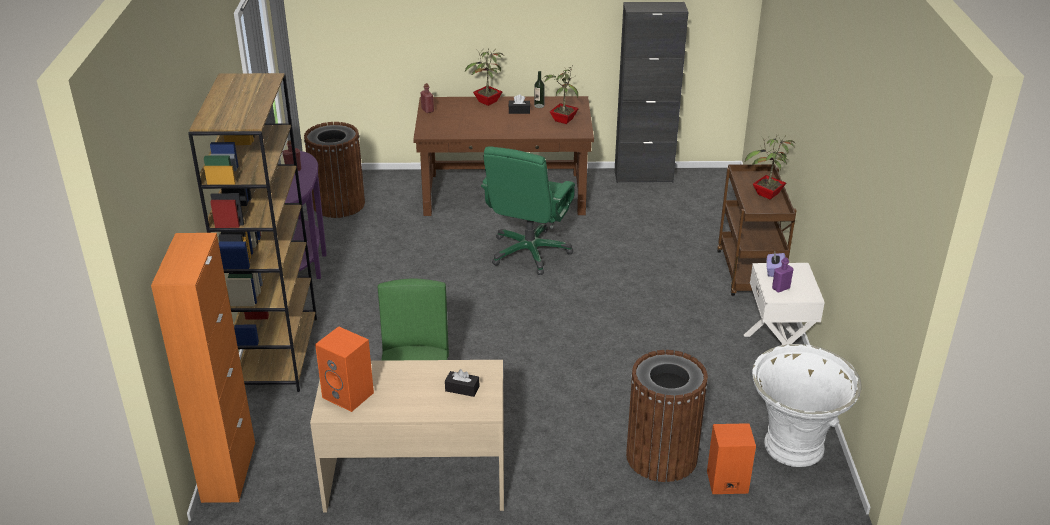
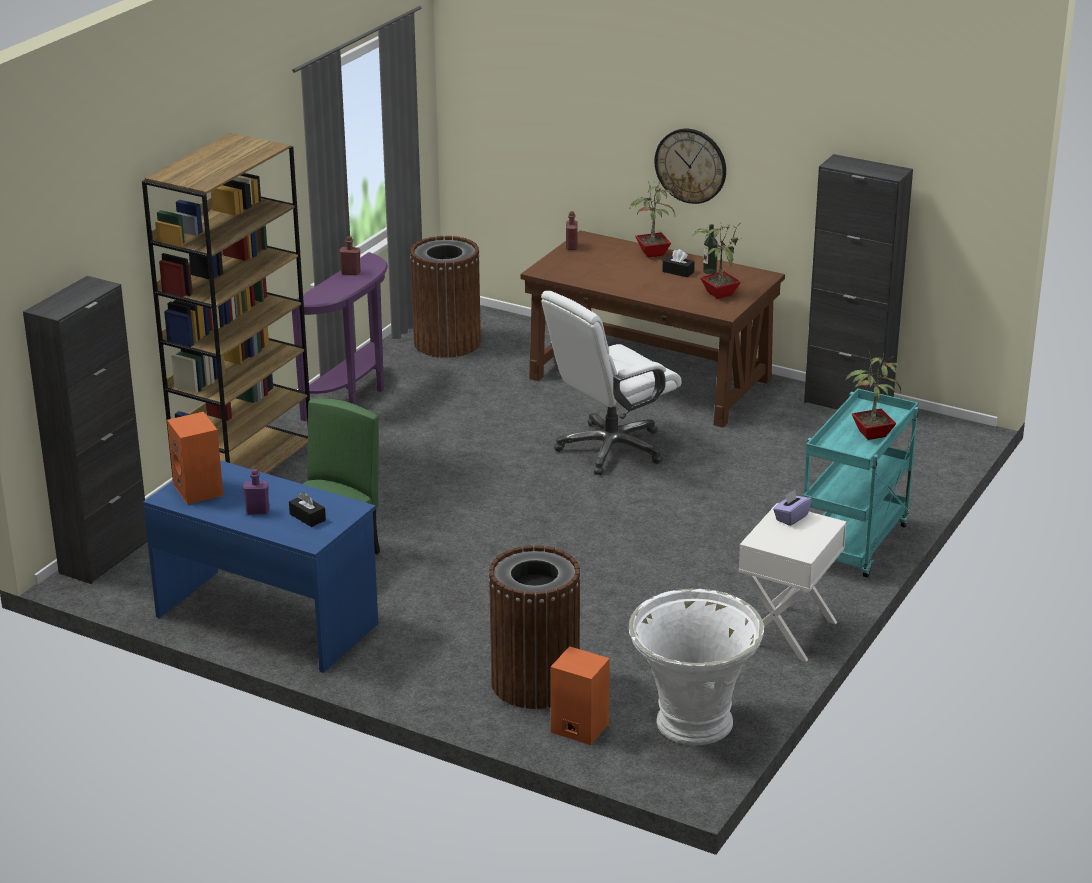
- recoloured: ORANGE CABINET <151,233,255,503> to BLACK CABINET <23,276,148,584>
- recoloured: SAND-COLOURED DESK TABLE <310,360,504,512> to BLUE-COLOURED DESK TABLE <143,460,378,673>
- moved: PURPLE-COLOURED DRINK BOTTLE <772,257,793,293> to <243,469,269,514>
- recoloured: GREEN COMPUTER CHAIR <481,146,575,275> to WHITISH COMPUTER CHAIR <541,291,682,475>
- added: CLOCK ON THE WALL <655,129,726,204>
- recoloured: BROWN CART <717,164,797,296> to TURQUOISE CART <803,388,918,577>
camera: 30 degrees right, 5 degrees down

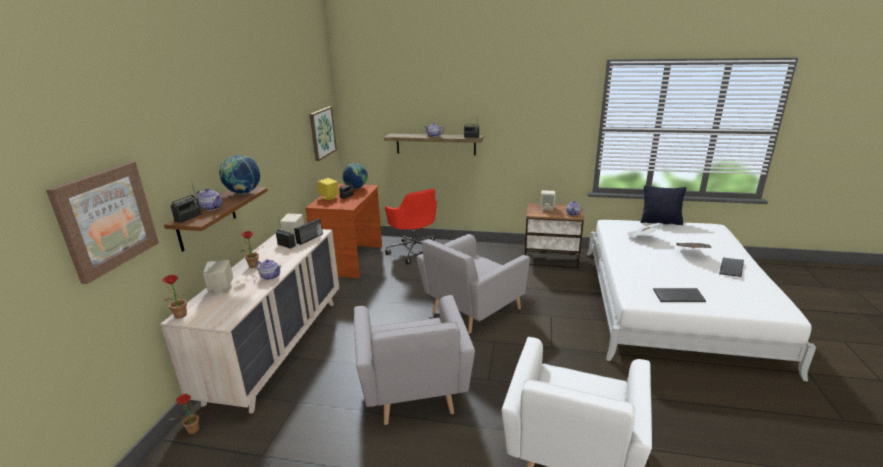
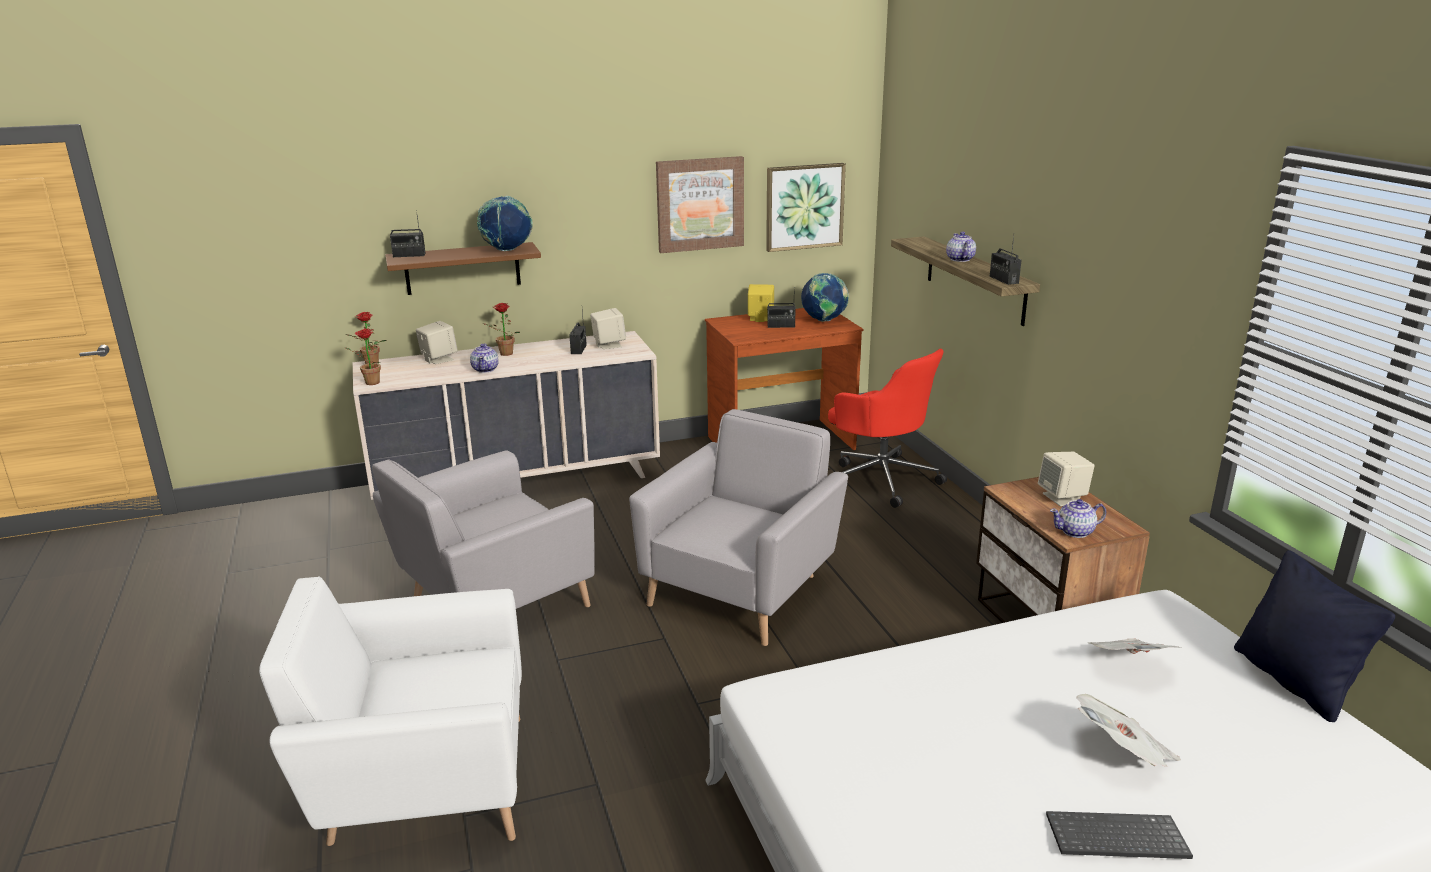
- moved: HOUSEPLANT <169,394,204,434> to <345,329,381,385>
- turned: GREYISH ARMCHAIR <417,234,530,333> = <629,409,848,646> 105 degrees clockwise
- moved: WALL PICTURE <46,162,159,284> to <656,156,744,253>
- turned: REDDISH COMPUTER CHAIR <385,188,437,264> = <828,349,947,508> 75 degrees counterclockwise
- removed: POT FOR TEA <196,188,222,211>
- removed: RADIO <294,219,323,245>
- removed: KEYBOARD <653,288,706,302>
camera: 60 degrees right, 0 degrees up

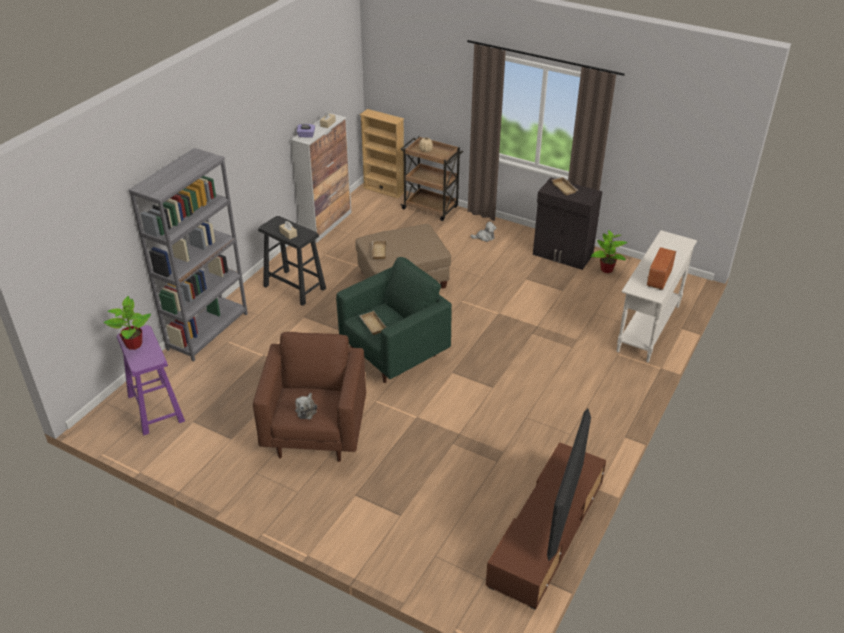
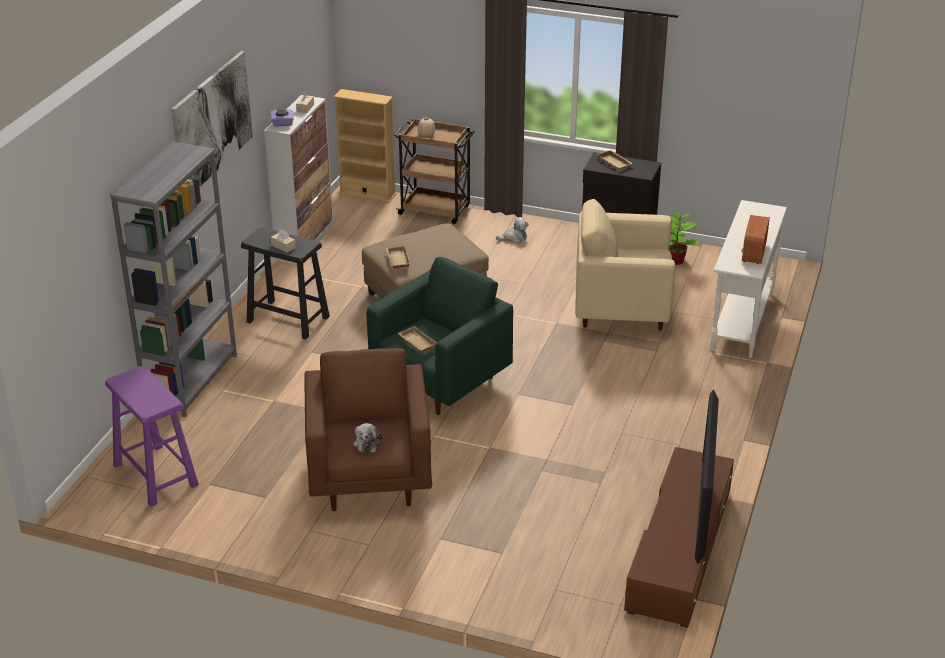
- added: WALL PICTURE <171,51,253,187>
- added: SAND-COLOURED ARMCHAIR <575,199,675,331>
- removed: HOUSEPLANT <104,296,151,350>
camera: 10 degrees left, 5 degrees down

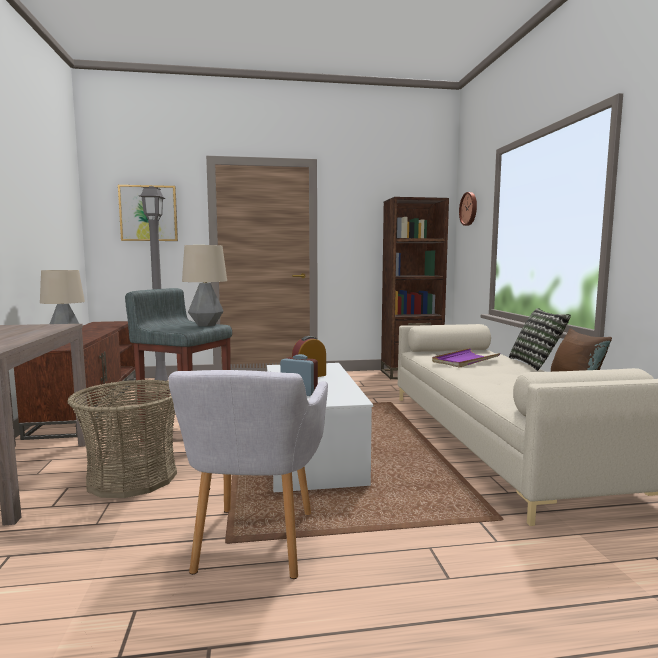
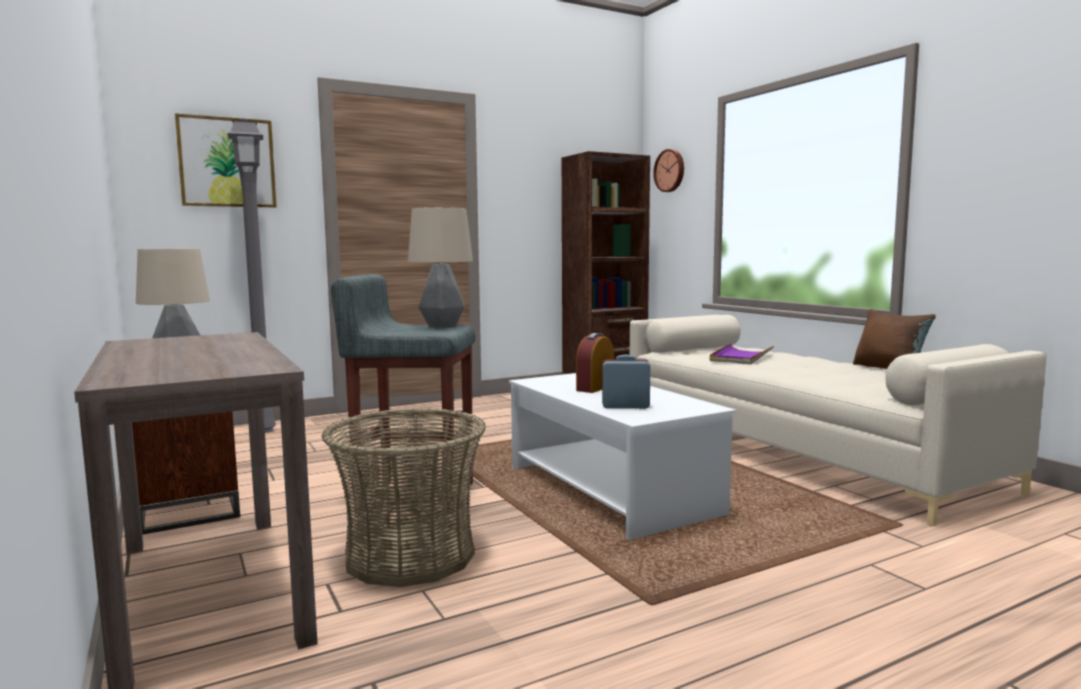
- removed: GREYISH ARMCHAIR <168,370,328,579>
- removed: THROW PILLOW <509,308,571,371>
camera: 20 degrees left, 0 degrees up

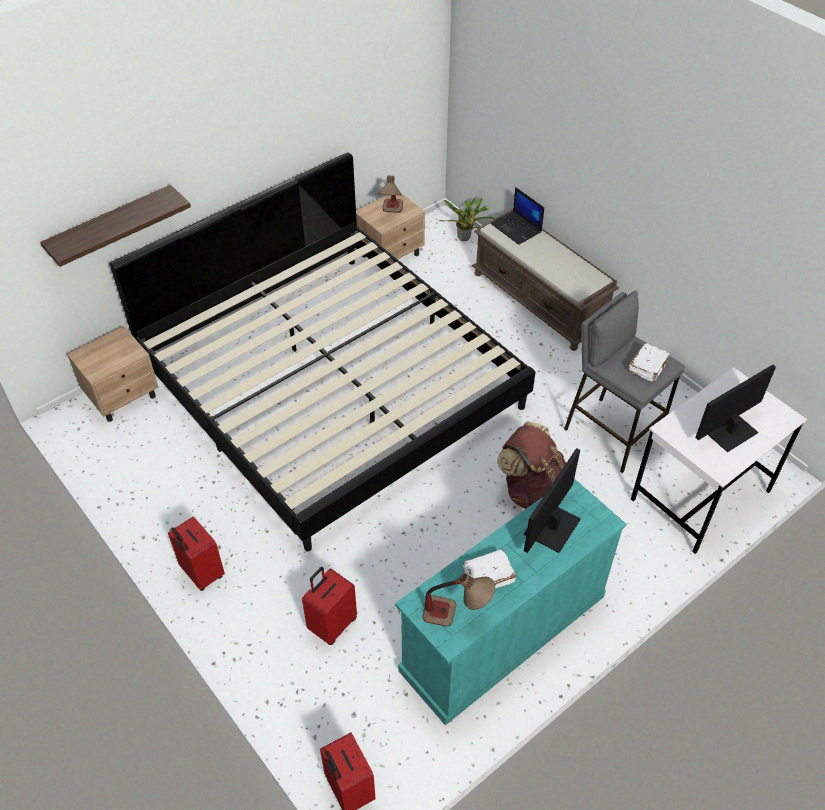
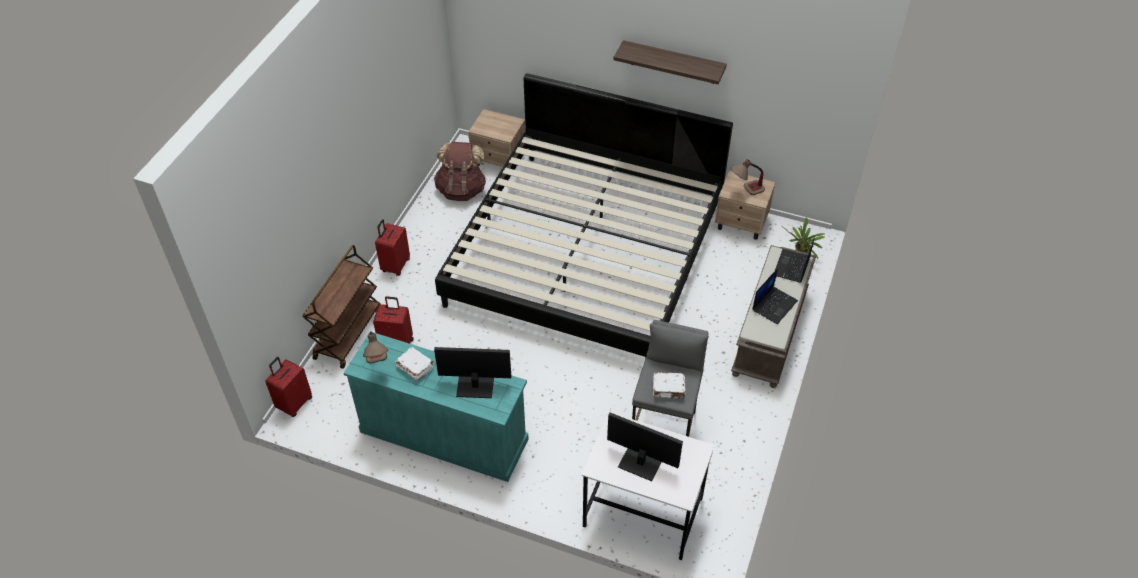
- added: BROWN CART <302,245,380,369>
- moved: BROWN BACKPACK <497,421,566,509> to <434,142,486,201>
- moved: SHELF <40,185,191,267> to <613,40,727,84>
- added: PORTABLE COMPUTER <752,268,798,324>
camera: 60 degrees right, 0 degrees up

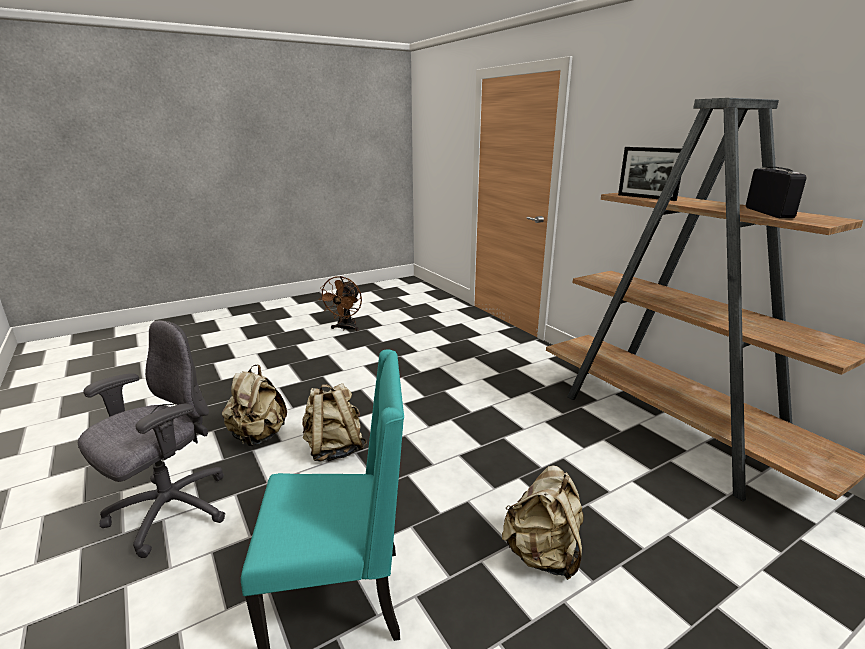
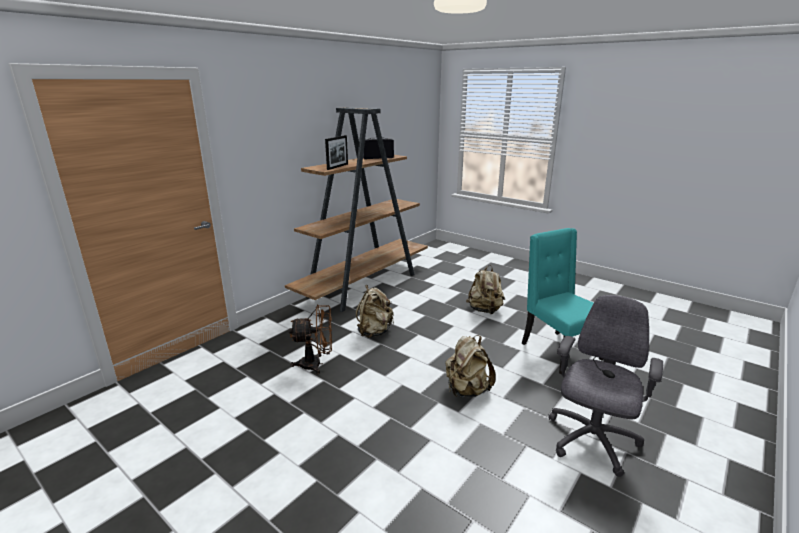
- moved: BROWN FAN <318,276,362,331> to <289,305,332,374>
- moved: SAND-COLOURED BACKPACK <222,364,287,446> to <356,285,394,338>
- turned: GREYISH COMPUTER CHAIR <78,320,225,558> = <548,295,663,477> 105 degrees clockwise
camera: 110 degrees left, 0 degrees up

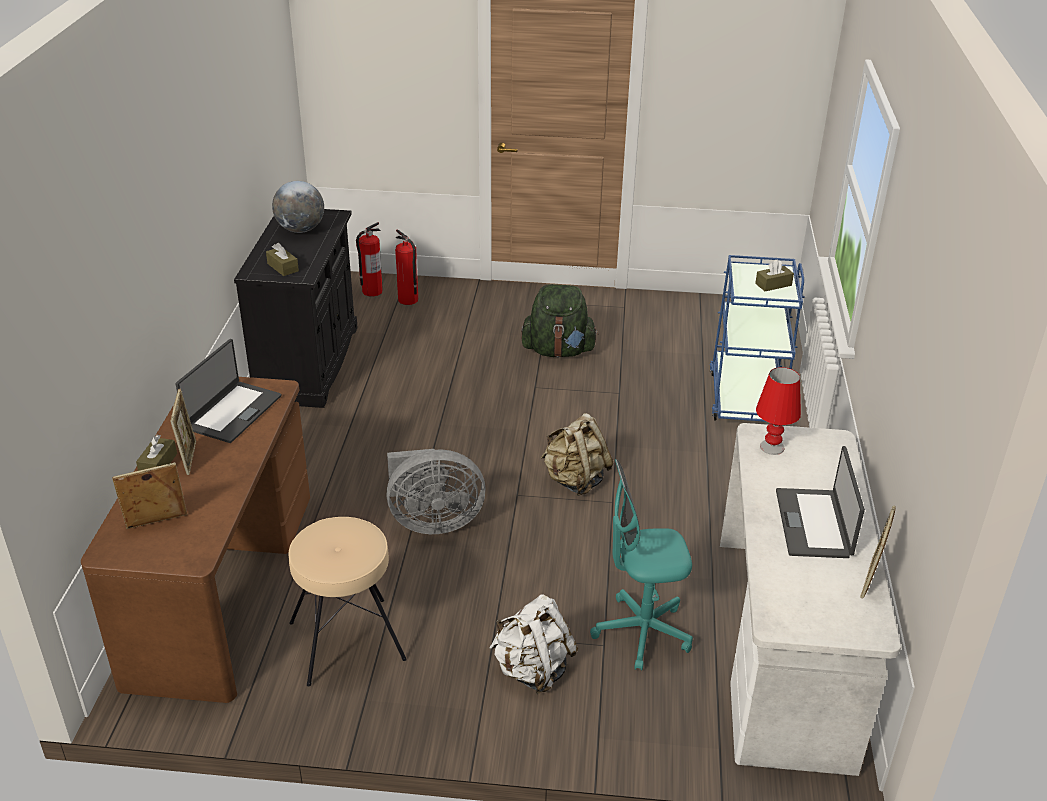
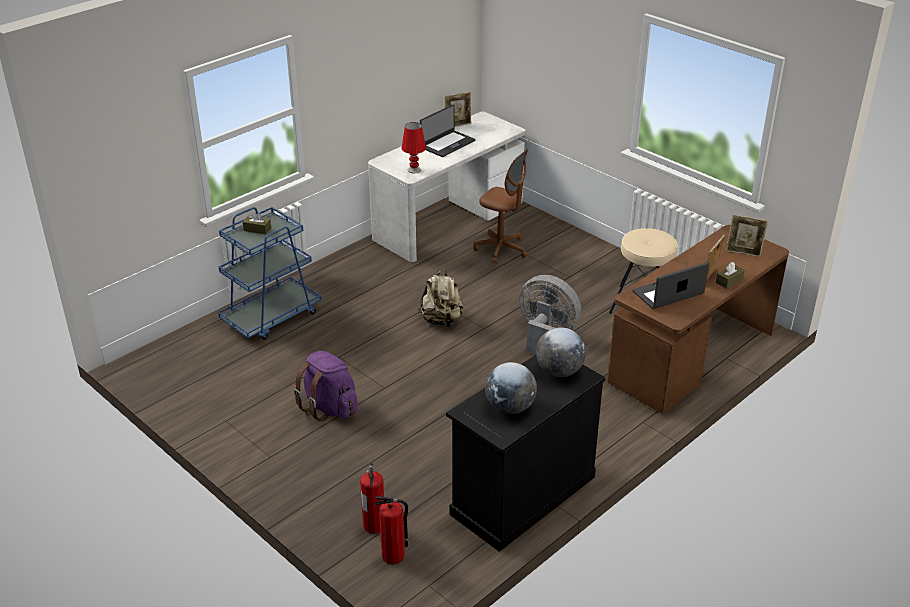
- recoloured: GREEN BACKPACK <521,284,598,358> to PURPLE-COLOURED BACKPACK <294,351,358,422>
- recoloured: TURQUOISE COMPUTER CHAIR <590,459,693,670> to BROWN COMPUTER CHAIR <473,149,528,264>
- replaced: BROWN TISSUE HOLDER <266,243,299,276> to DESK GLOBE <536,327,586,377>
- removed: WHITISH BACKPACK <490,594,578,694>
camera: 140 degrees left, 0 degrees up

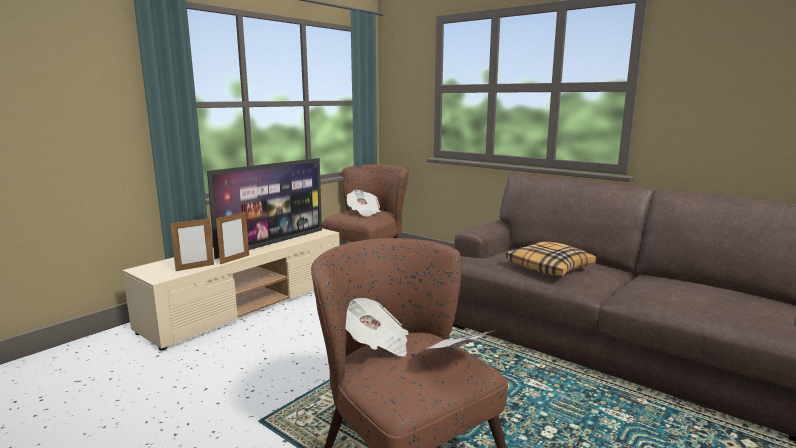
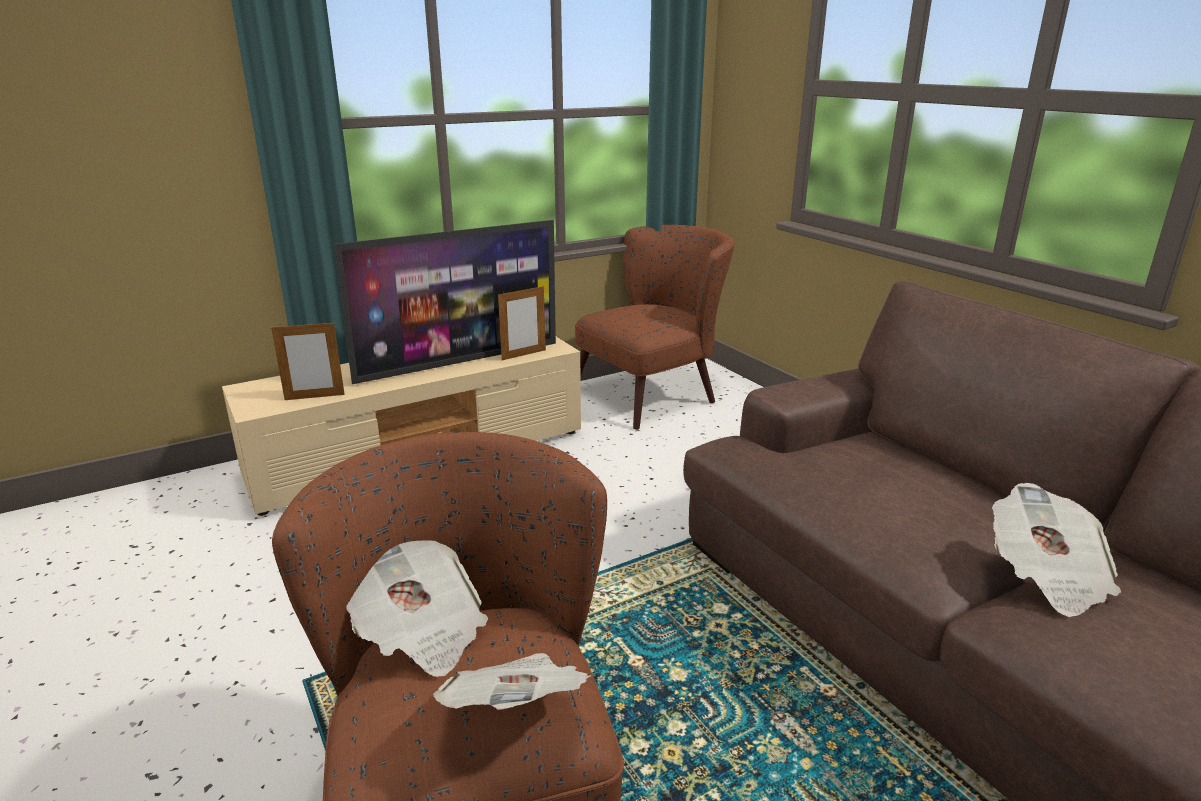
- moved: PHOTO FRAME <216,211,249,264> to <498,285,546,360>
- moved: DAILY PAPER <347,190,380,217> to <992,483,1121,617>
- removed: THROW PILLOW <506,242,597,276>
camera: 20 degrees right, 10 degrees up

